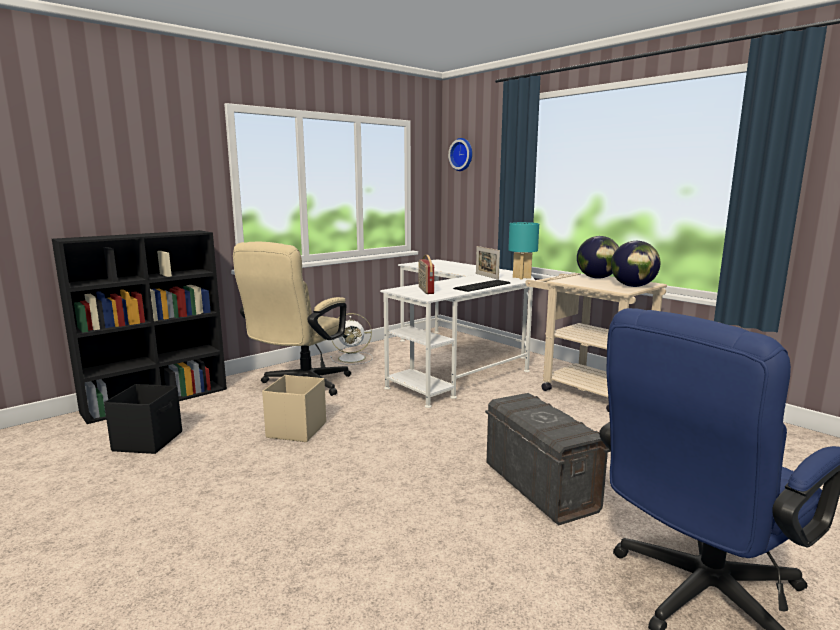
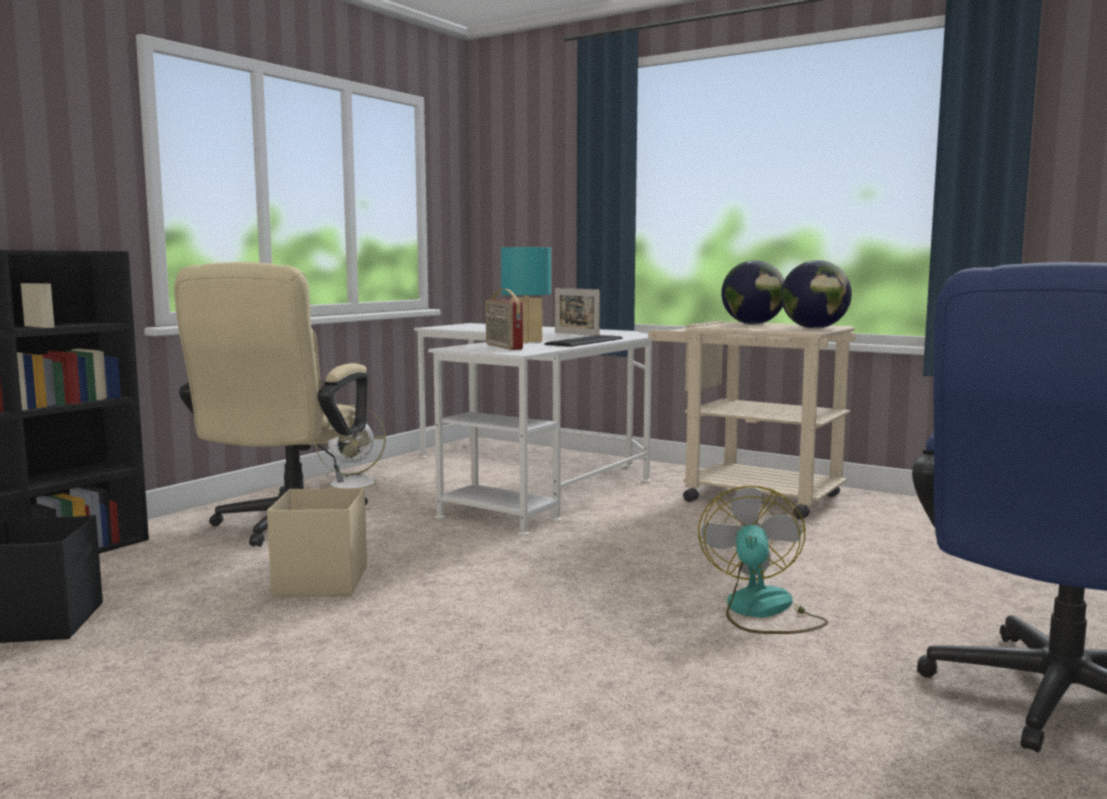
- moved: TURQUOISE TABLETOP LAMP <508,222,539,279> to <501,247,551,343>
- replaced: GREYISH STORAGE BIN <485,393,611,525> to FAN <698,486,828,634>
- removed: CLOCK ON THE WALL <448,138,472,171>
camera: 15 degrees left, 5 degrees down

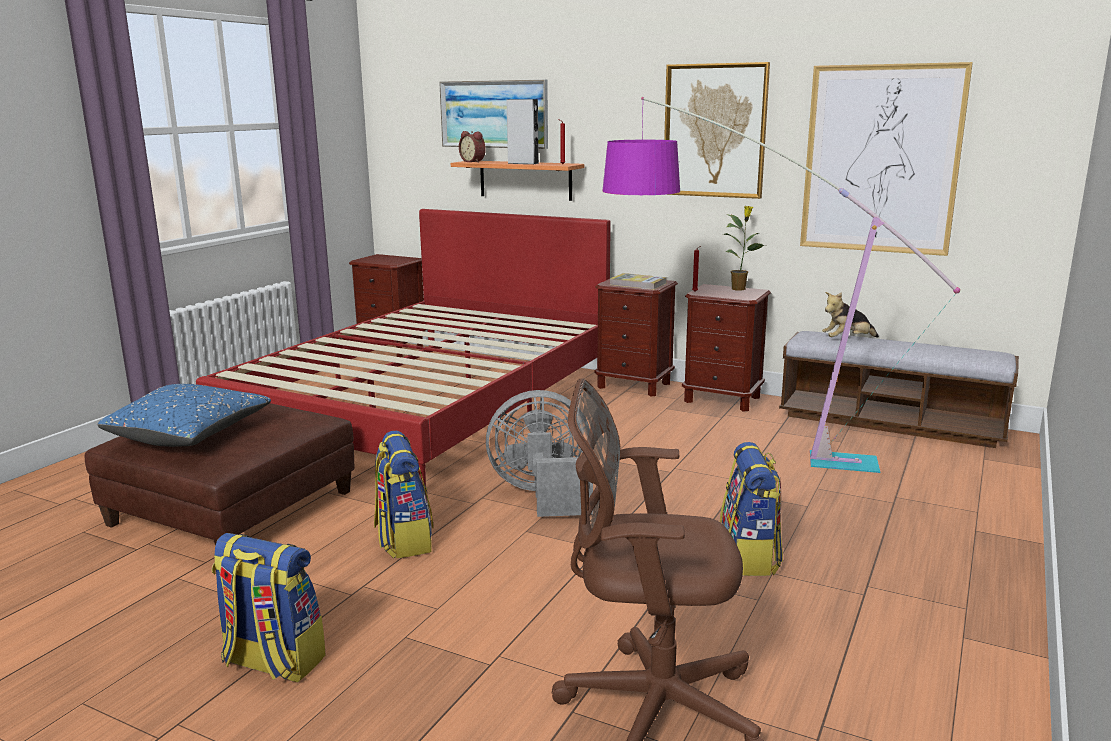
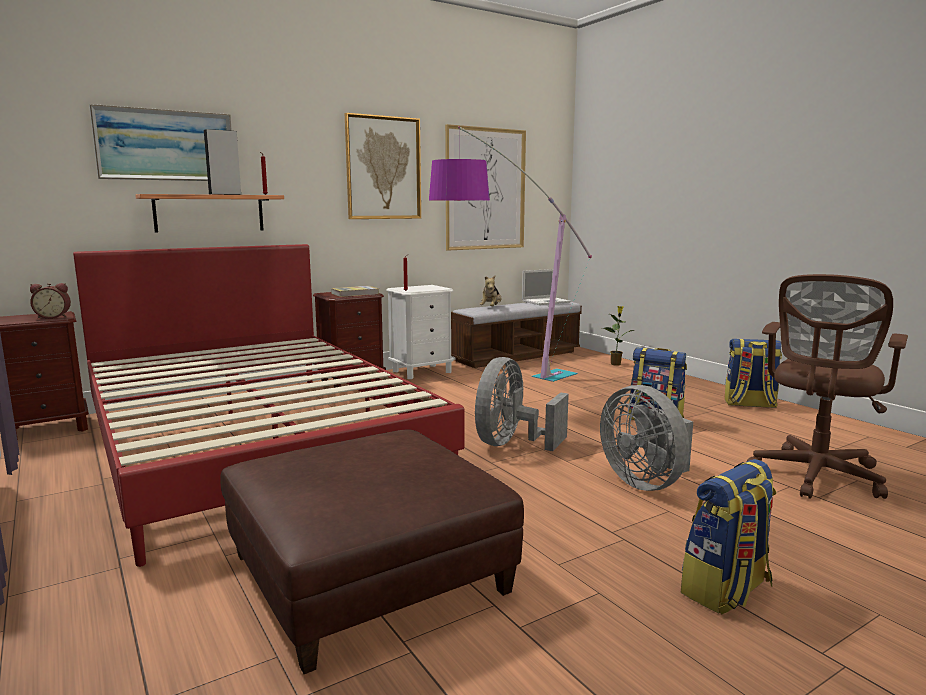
- moved: ALARM CLOCK <459,131,486,163> to <30,283,71,319>
- recoloured: BROWN BEDSIDE TABLE <682,284,771,412> to WHITISH BEDSIDE TABLE <386,285,454,379>
- added: PORTABLE COMPUTER <522,269,571,305>
- added: GREYISH FAN <600,385,693,491>
- moved: HOUSEPLANT <723,206,766,291> to <601,306,633,366>
- moved: BACKPACK <374,431,433,558> to <725,339,782,408>
- removed: BLUE-COLOURED THROW PILLOW <98,384,271,447>
camera: 60 degrees left, 5 degrees down

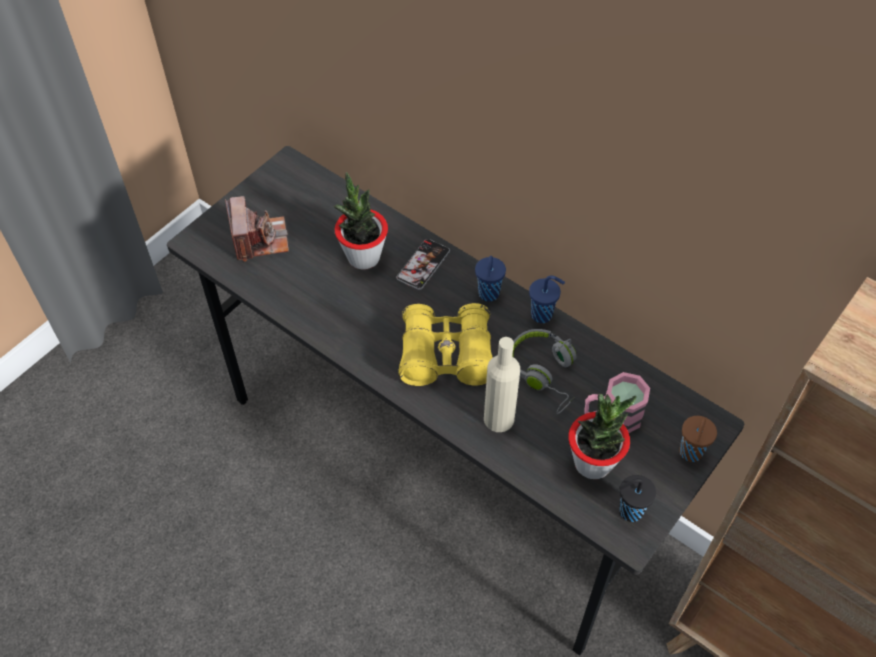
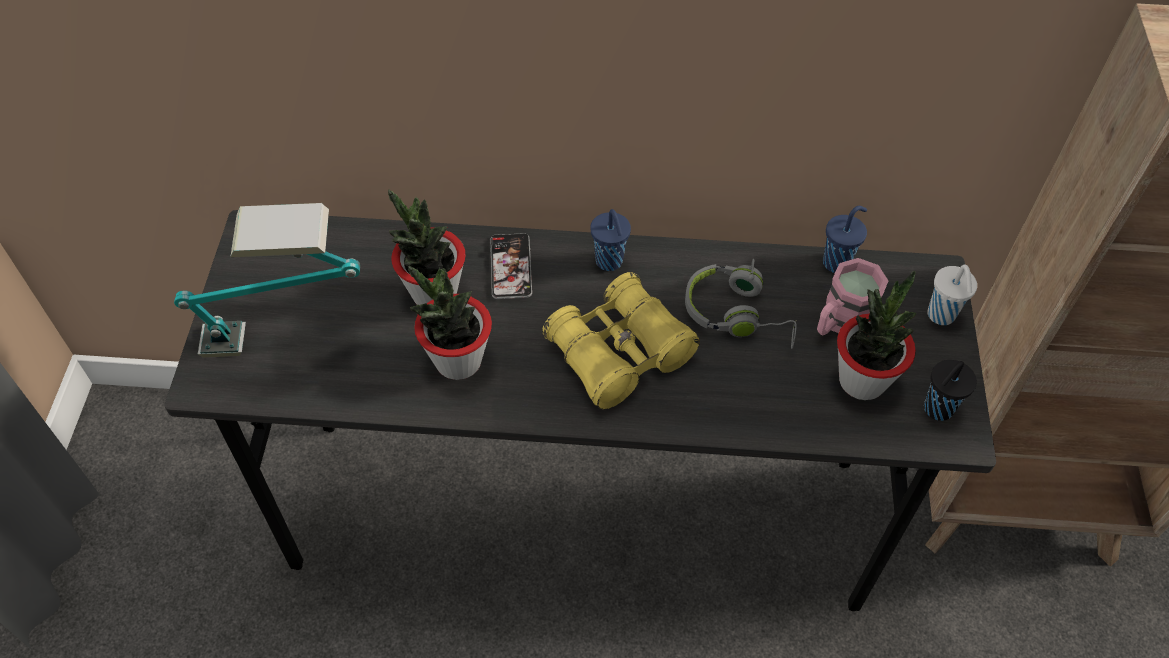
- replaced: PHOTO CAMERA <225,196,289,262> to TABLETOP LAMP <174,203,360,358>
- added: HOUSEPLANT <408,265,492,380>
- moved: BLUE-COLOURED SMALL CUP <529,276,565,323> to <823,206,867,273>
- recoloured: BROWN SMALL CUP <679,416,717,462> to WHITISH SMALL CUP <927,265,977,325>
- removed: SAND-COLOURED DRINK BOTTLE <484,337,520,432>
camera: 35 degrees left, 0 degrees up

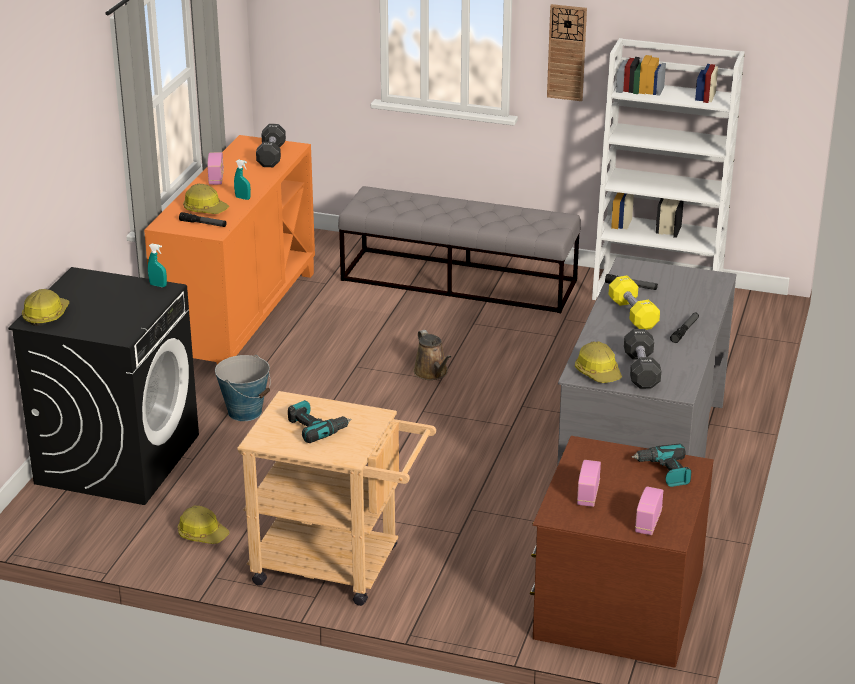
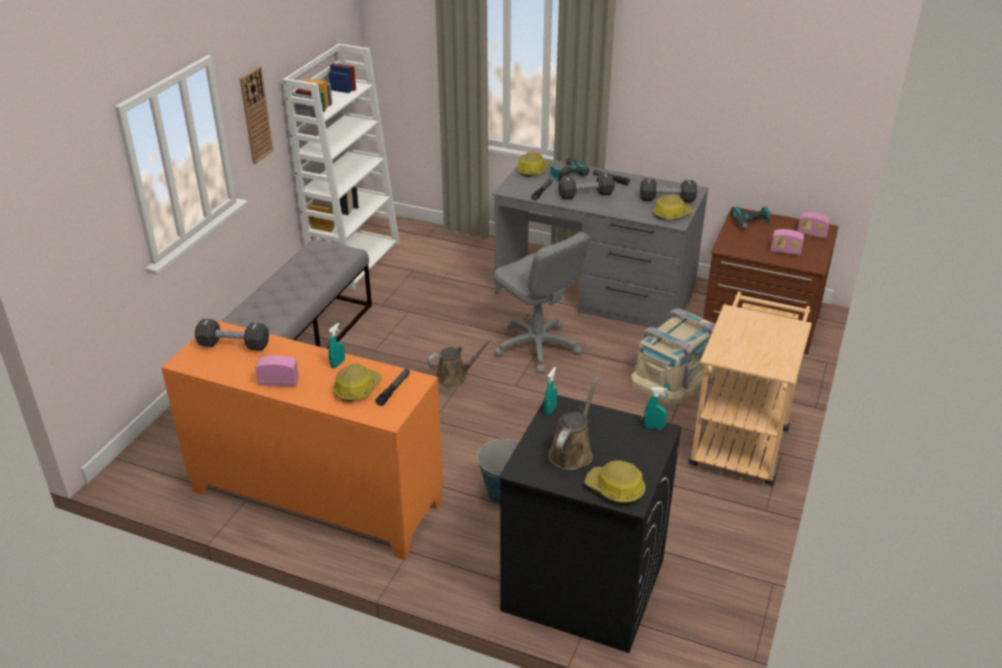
- added: GREYISH COMPUTER CHAIR <493,232,590,373>
- moved: WORK HELMET <178,506,229,544> to <517,152,550,177>
- added: BROWN WATERING POT <548,377,599,470>
- moved: DRILL <288,400,352,443> to <550,157,589,182>
- recoloured: YELLOW-COLOURED FREE WEIGHT <609,275,660,330> to BLACK FREE WEIGHT <558,173,615,200>
- added: SAND-COLOURED STORAGE BIN <630,308,717,404>
- added: TURQUOISE SPRAY BOTTLE <644,387,667,429>
camera: 85 degrees left, 5 degrees up

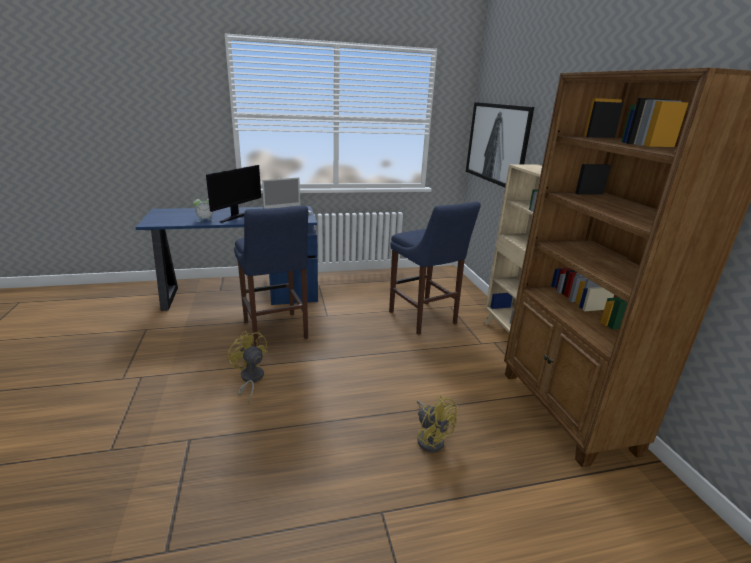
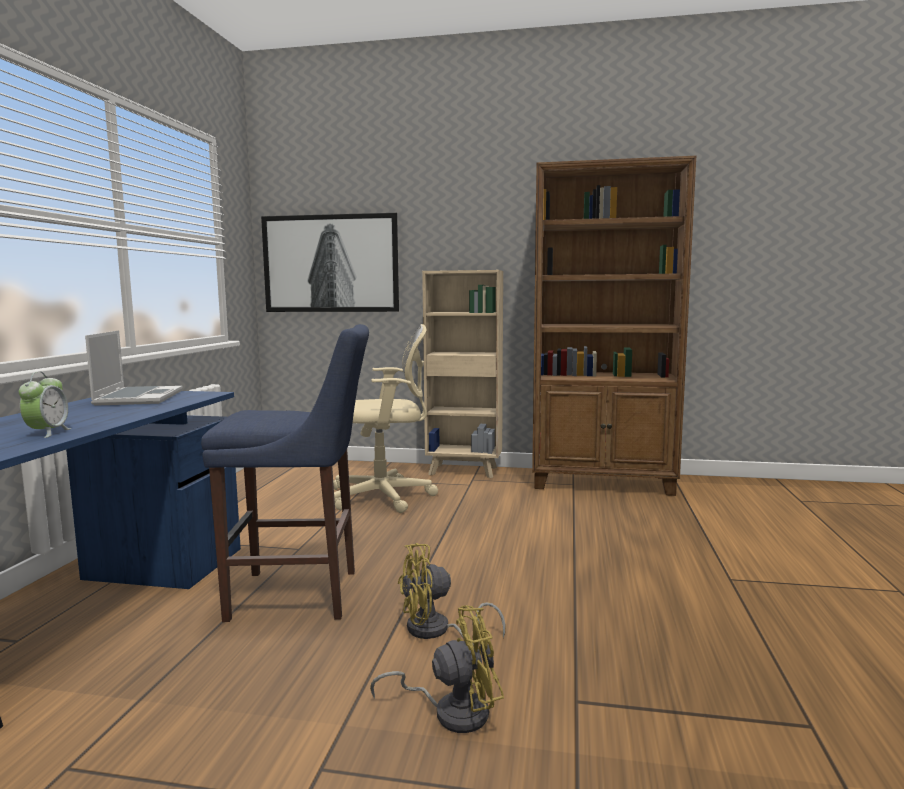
- replaced: BLUE-COLOURED SITTING STOOL <389,202,481,335> to SAND-COLOURED COMPUTER CHAIR <333,324,438,513>
- moved: YELLOW-COLOURED FAN <417,395,458,453> to <370,605,504,733>
- removed: MONITOR <206,165,261,223>
camera: 65 degrees left, 15 degrees down

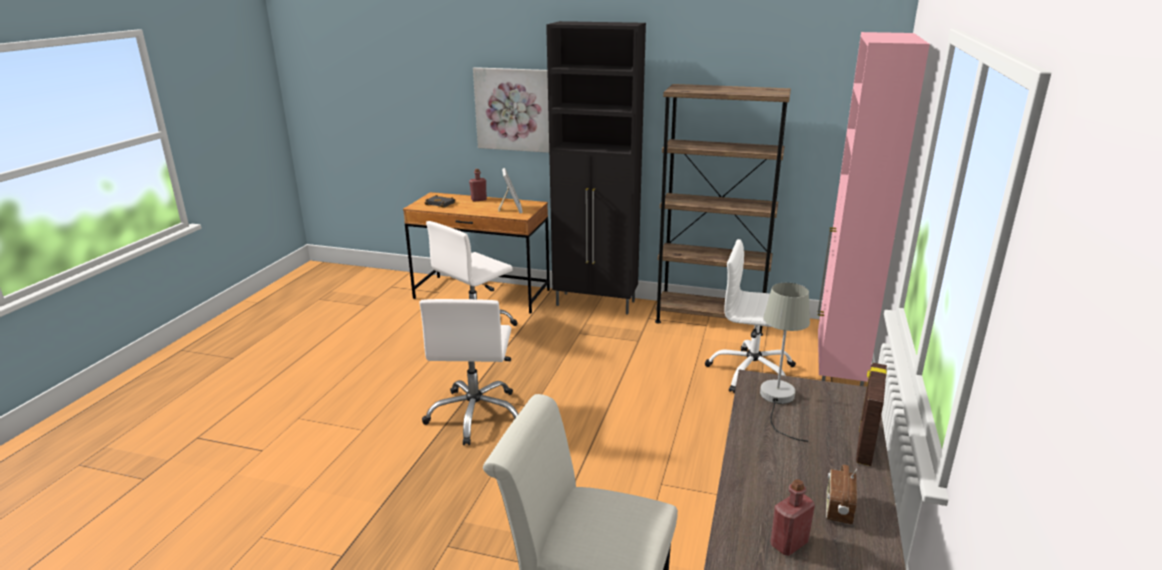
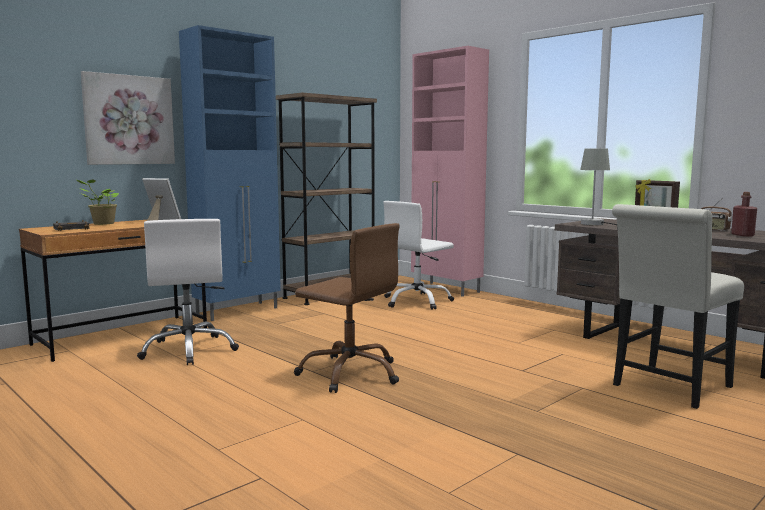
- replaced: REDDISH DRINK BOTTLE <469,169,487,202> to HOUSEPLANT <77,179,119,225>
- recoloured: BLACK CABINET <546,21,646,314> to BLUE-COLOURED CABINET <179,25,281,321>
- recoloured: WHITISH COMPUTER CHAIR <419,299,518,445> to BROWN COMPUTER CHAIR <294,223,399,393>
camera: 60 degrees left, 15 degrees down

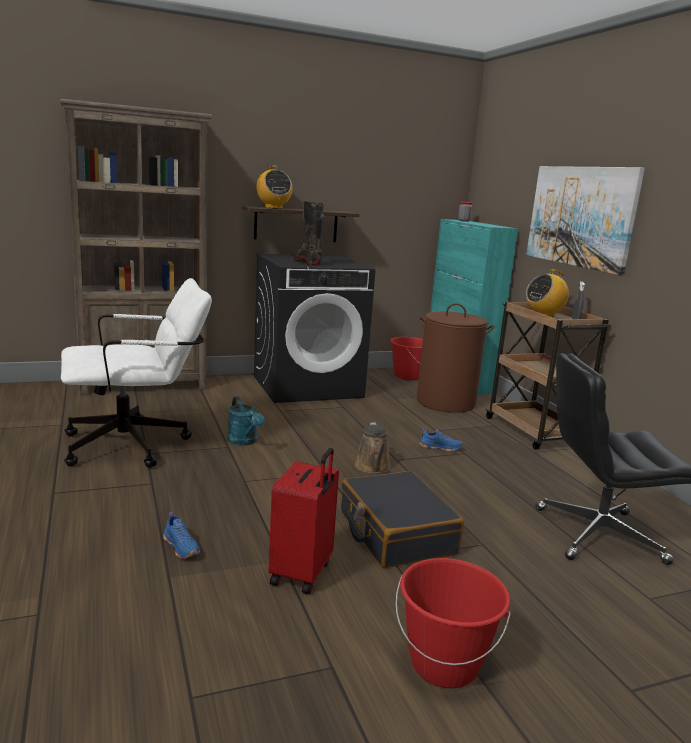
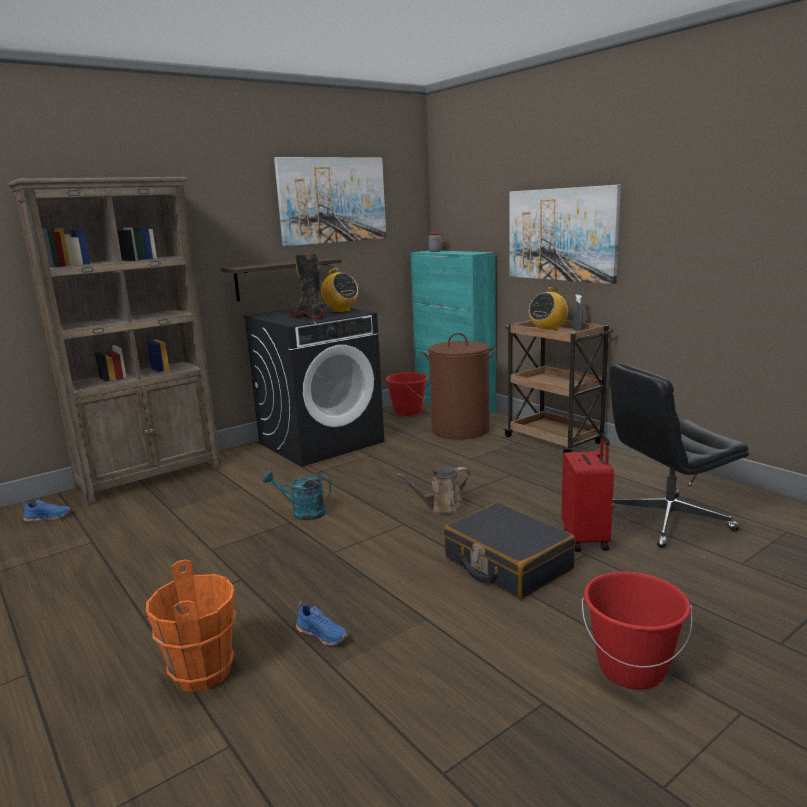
- moved: BLUE-COLOURED LOW SHOE <419,428,463,451> to <22,499,70,522>
- added: ORANGE WATER BUCKET <146,559,236,692>
- turned: TURQUOISE WATERING POT <227,396,265,446> = <263,470,331,521> 150 degrees clockwise
- added: WALL PICTURE <274,157,386,246>
- moved: RADIO <256,165,293,209> to <321,268,358,313>
- turned: BROWN WATERING POT <355,422,391,474> = <396,467,471,514> 90 degrees clockwise
- moved: REDDISH SUITCASE <269,448,339,594> to <561,433,614,552>
- removed: WHITISH COMPUTER CHAIR <61,278,212,468>
camera: 15 degrees left, 0 degrees up

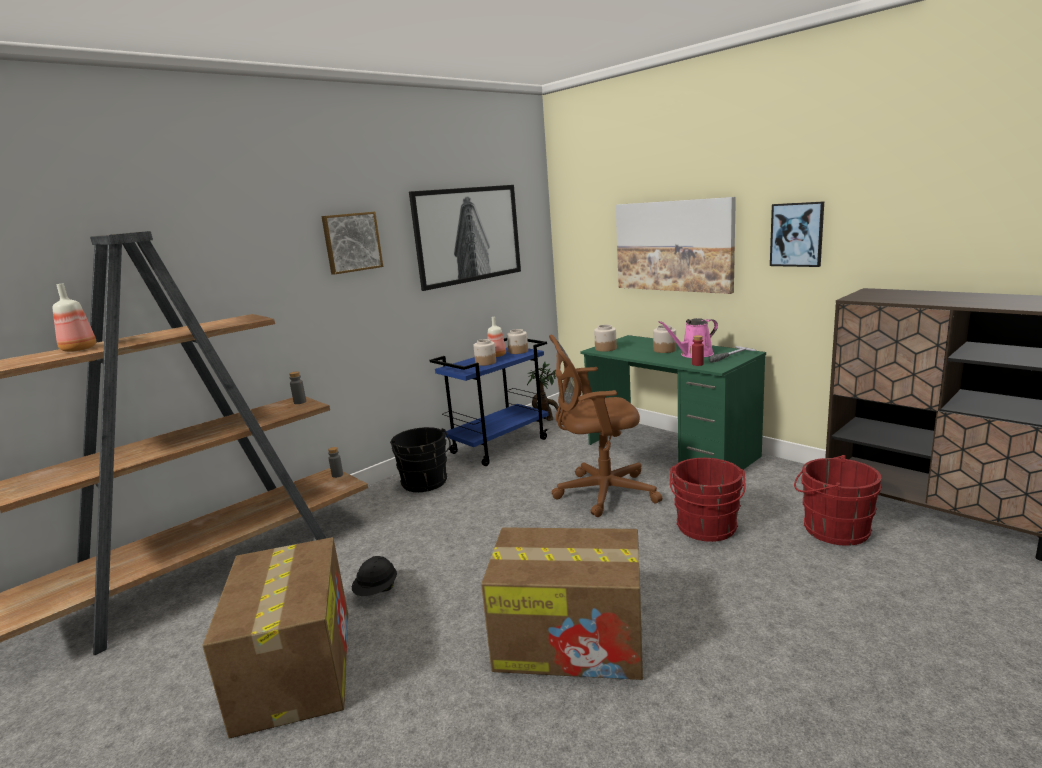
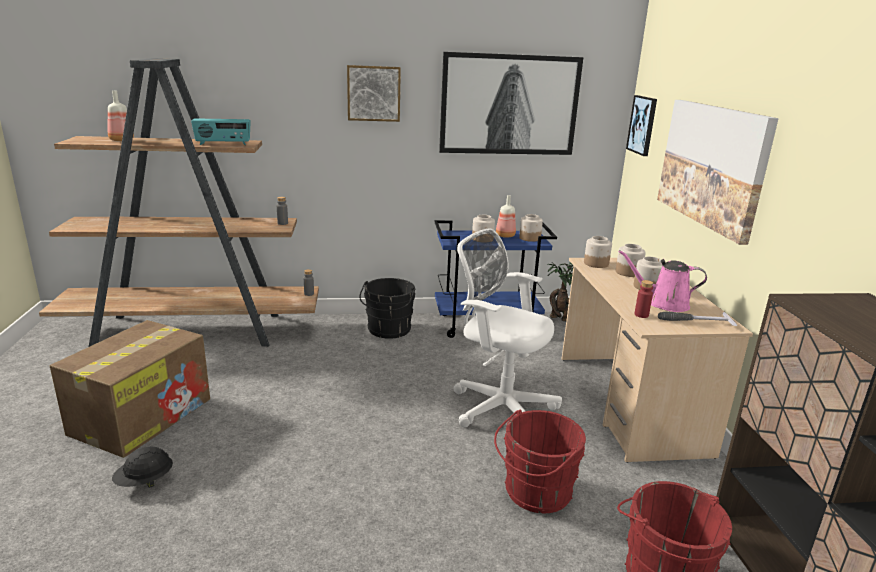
- moved: BLACK WORK HELMET <352,556,397,596> to <112,446,173,488>
- added: RADIO <191,118,251,145>
- recoloured: BROWN COMPUTER CHAIR <549,335,662,517> to WHITISH COMPUTER CHAIR <454,228,562,427>
- recoloured: GREEN DESK TABLE <580,335,766,470> to SAND-COLOURED DESK TABLE <562,258,753,463>
- added: JAR <616,244,646,277>
- moved: WALL PICTURE <770,201,824,267> to <626,95,657,156>
- removed: CARTON <481,527,643,680>
camera: 35 degrees right, 5 degrees up

